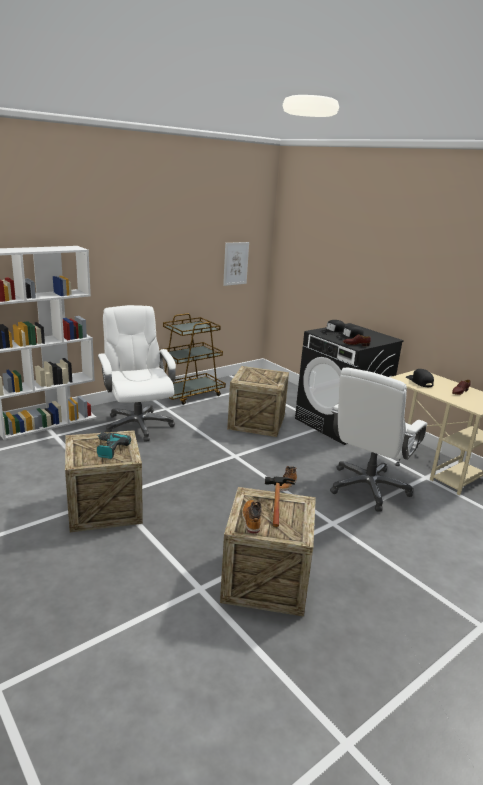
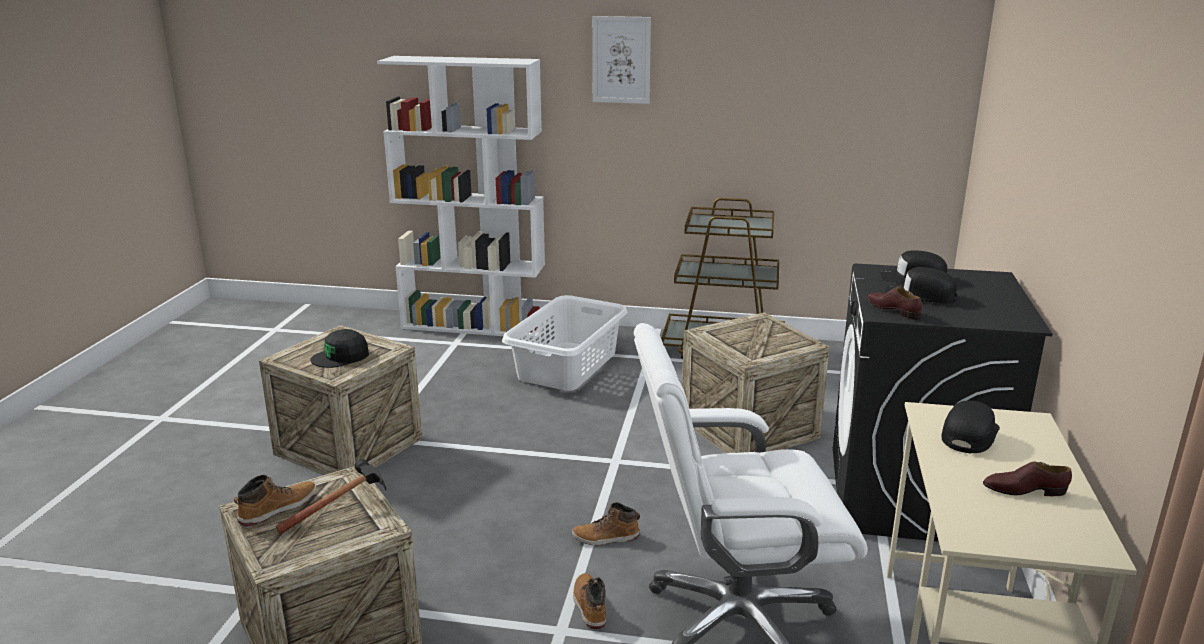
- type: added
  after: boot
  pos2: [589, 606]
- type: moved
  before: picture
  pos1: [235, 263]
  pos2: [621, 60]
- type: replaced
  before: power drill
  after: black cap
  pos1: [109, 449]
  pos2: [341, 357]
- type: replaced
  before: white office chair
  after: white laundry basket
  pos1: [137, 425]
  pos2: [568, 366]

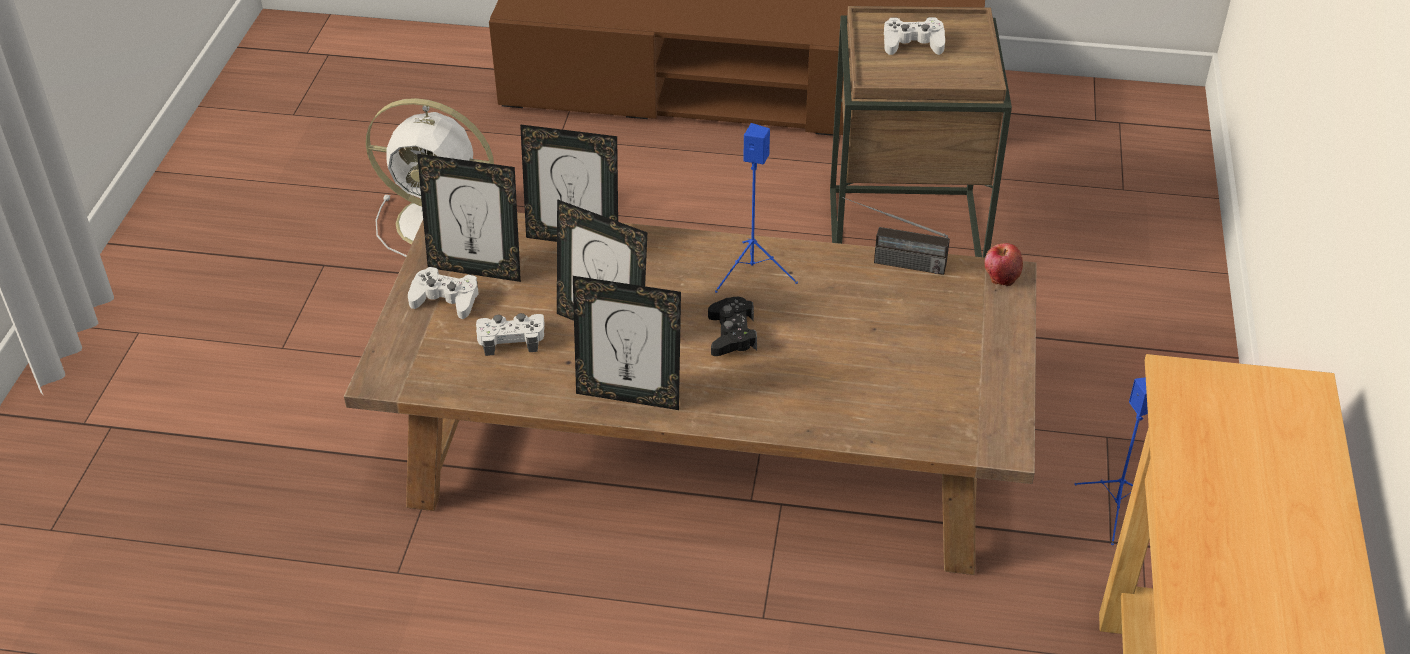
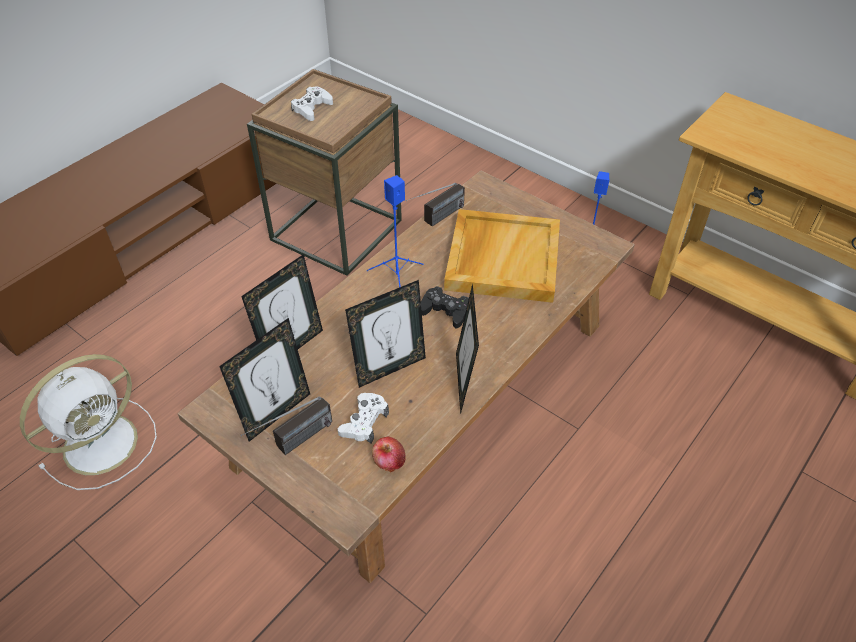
- type: added
  after: beige tray
  pos2: [502, 258]
- type: moved
  before: apple
  pos1: [1001, 276]
  pos2: [389, 462]
- type: replaced
  before: white game controller
  after: radio
  pos1: [445, 299]
  pos2: [293, 444]
- type: turned
  before: picture frame
  pos1: [629, 395]
  pos2: [464, 382]
  turn: 135

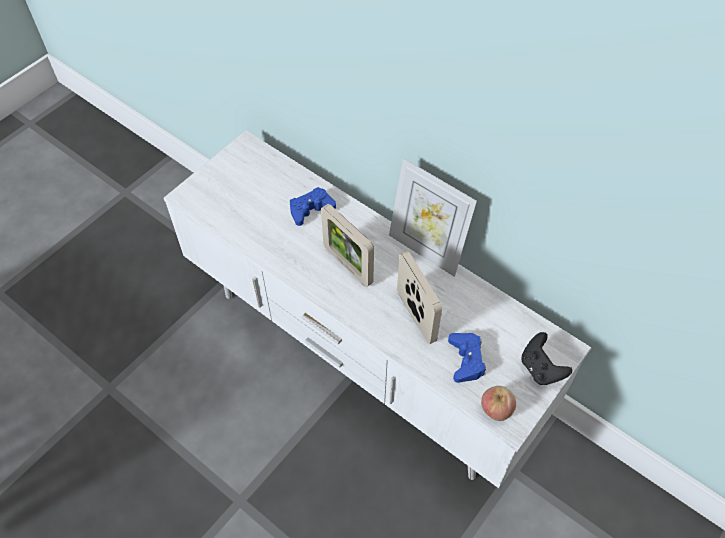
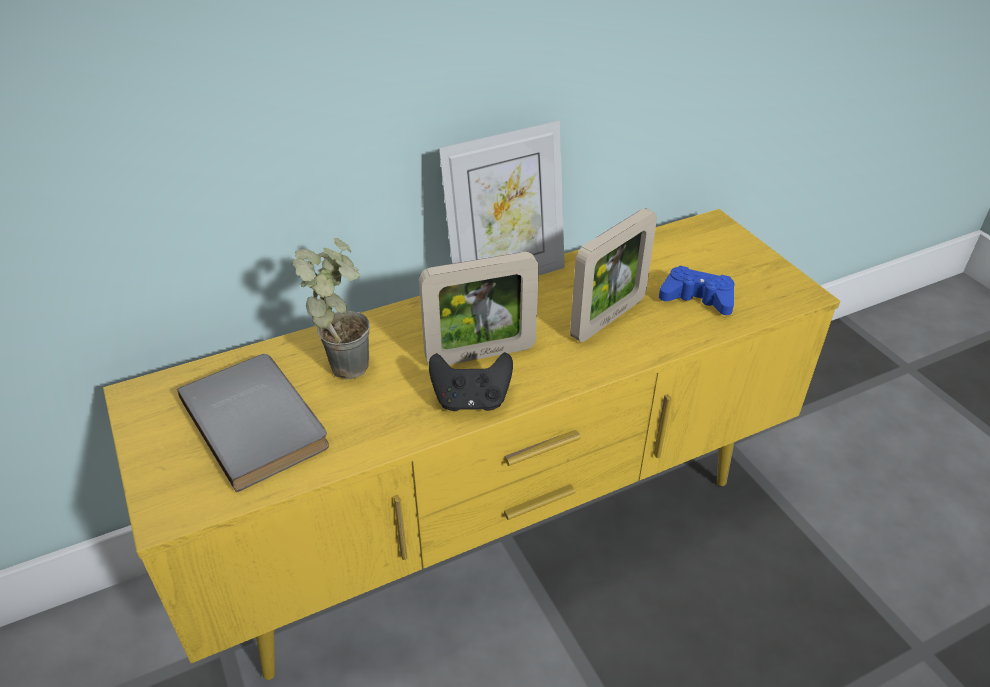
- type: removed
  before: apple
  pos1: [496, 409]
- type: added
  after: grey book
  pos2: [259, 421]
- type: moved
  before: black game controller
  pos1: [540, 368]
  pos2: [471, 400]
- type: replaced
  before: blue game controller
  after: potted plant
  pos1: [311, 209]
  pos2: [345, 361]
- type: recoloured
  before: white tv stand
  after: yellow tv stand
  pos1: [362, 357]
  pos2: [494, 530]
- type: turned
  before: picture frame
  pos1: [416, 316]
  pos2: [608, 318]
  turn: 135

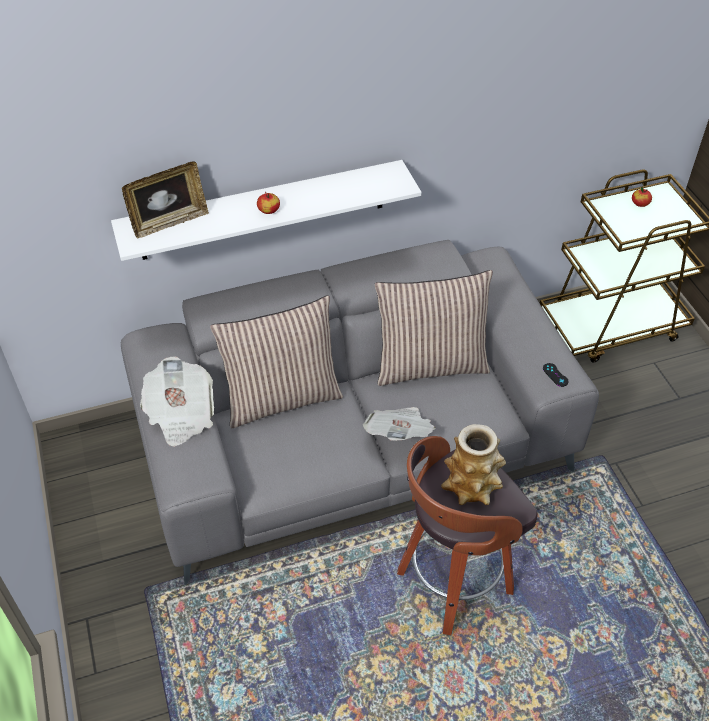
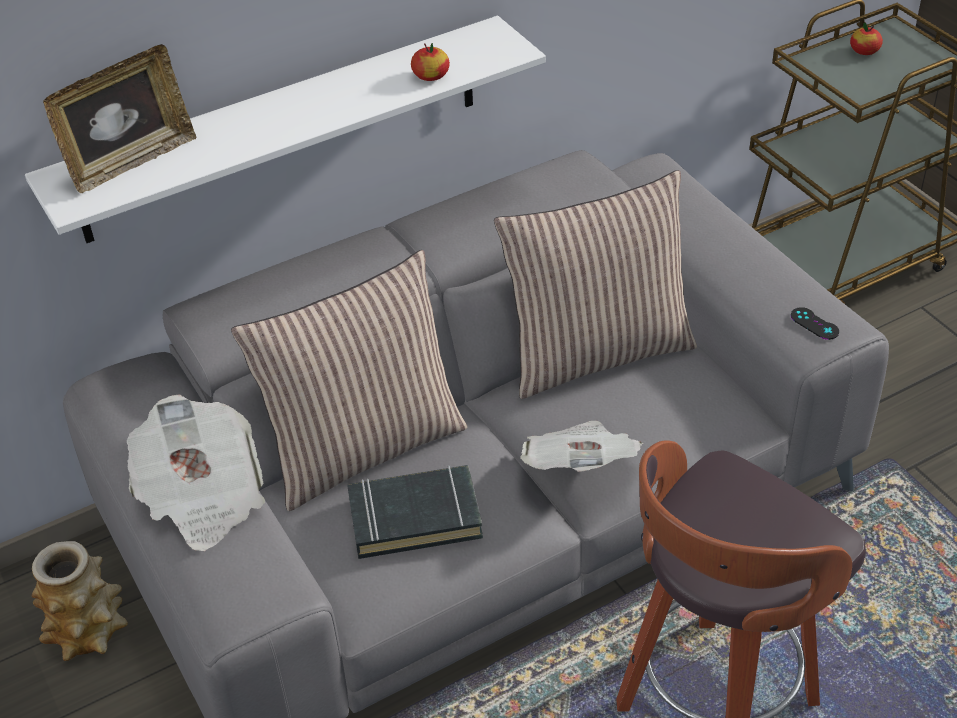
- type: added
  after: black book
  pos2: [414, 517]
- type: moved
  before: apple
  pos1: [269, 210]
  pos2: [431, 76]
- type: moved
  before: vase
  pos1: [472, 486]
  pos2: [88, 631]

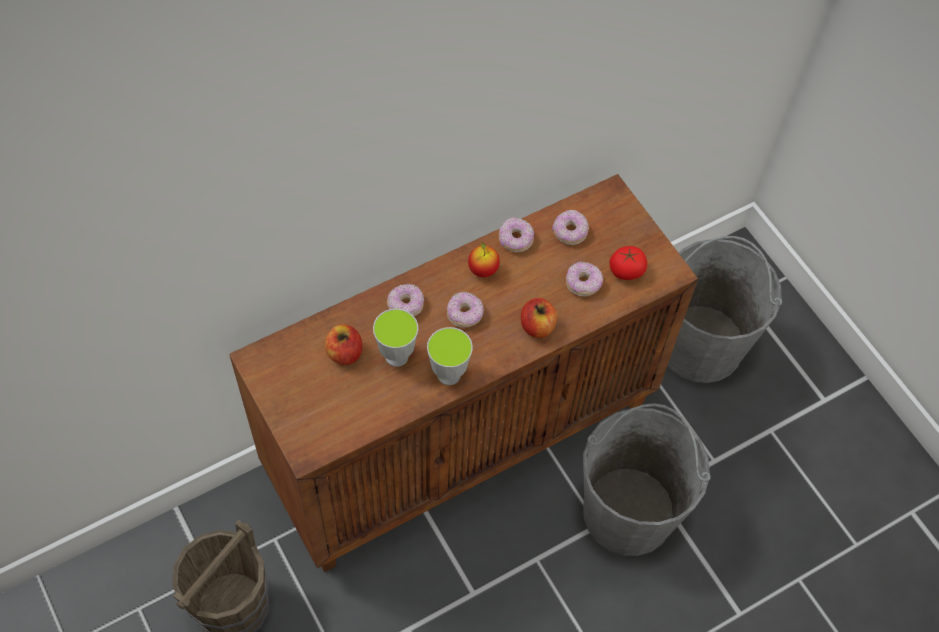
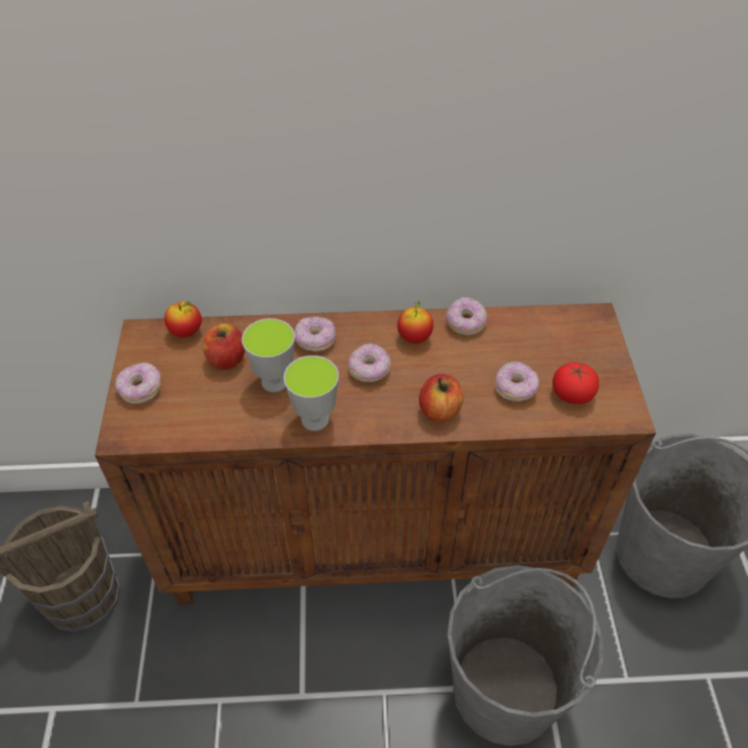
- type: added
  after: apple
  pos2: [186, 332]
- type: moved
  before: donut
  pos1: [569, 232]
  pos2: [140, 389]

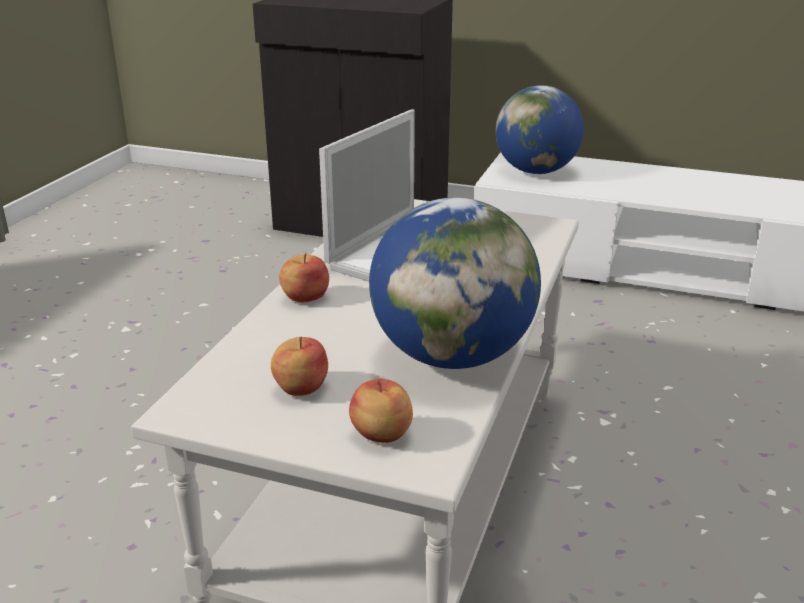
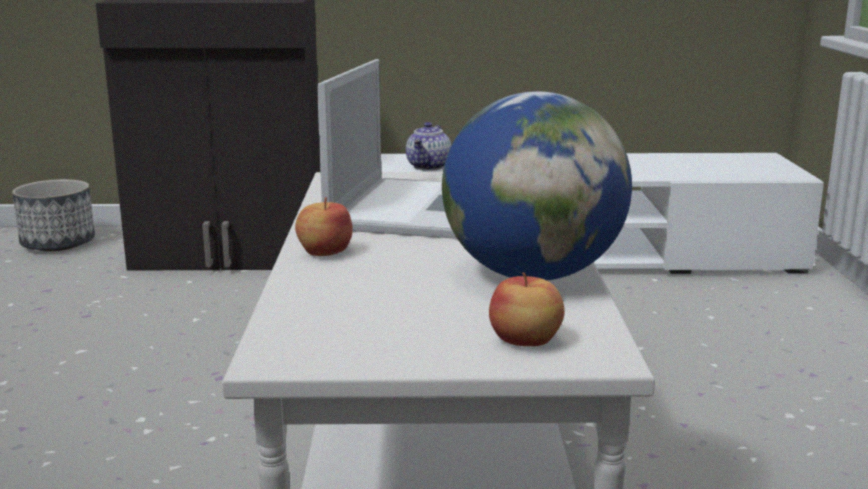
- type: removed
  before: apple
  pos1: [301, 387]
- type: added
  after: planter
  pos2: [58, 244]
- type: replaced
  before: globe
  after: teapot
  pos1: [536, 171]
  pos2: [429, 167]

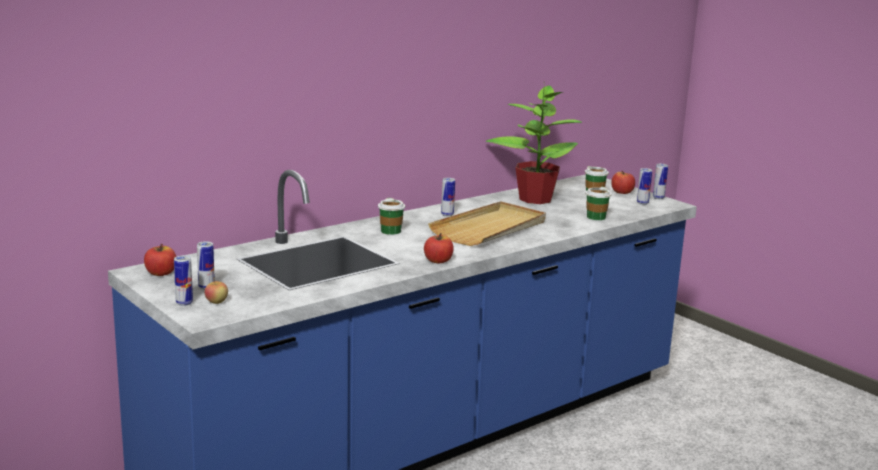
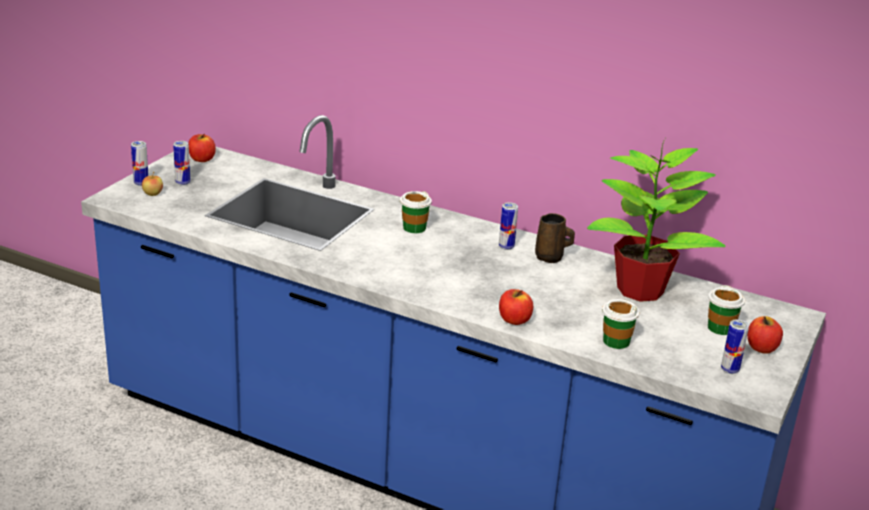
- type: removed
  before: beige tray
  pos1: [490, 228]
- type: removed
  before: can
  pos1: [658, 198]
- type: added
  after: brown mug
  pos2: [550, 258]
- type: moved
  before: apple
  pos1: [438, 261]
  pos2: [514, 320]

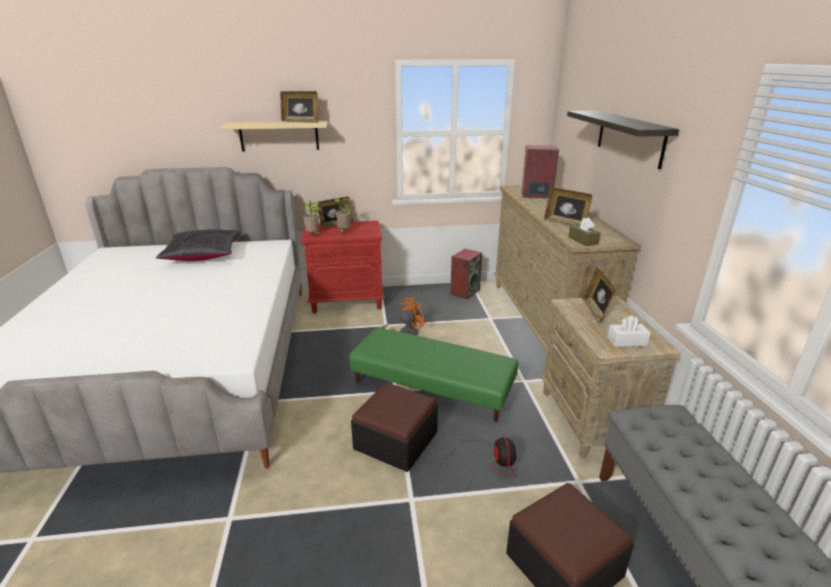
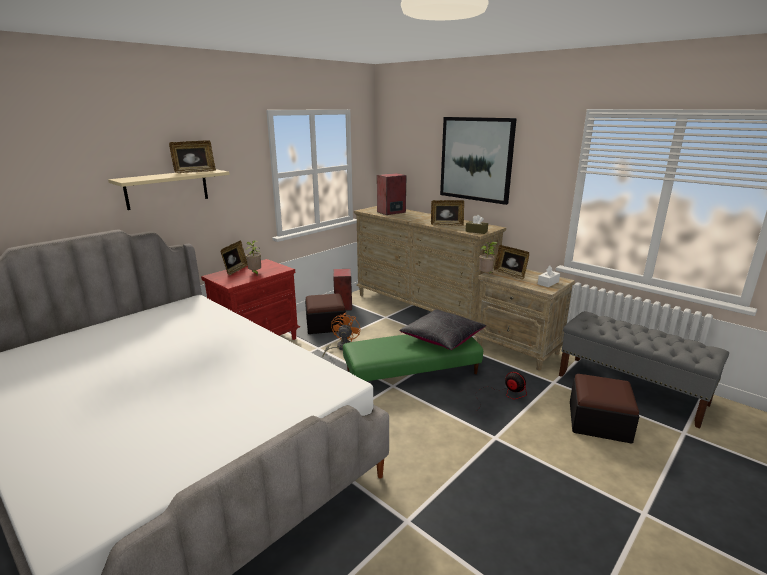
- type: moved
  before: black pillow
  pos1: [203, 255]
  pos2: [442, 338]
- type: moved
  before: potted plant
  pos1: [313, 235]
  pos2: [486, 275]
- type: moved
  before: ottoman
  pos1: [395, 440]
  pos2: [325, 324]
- type: replaced
  before: shelf
  after: picture
  pos1: [629, 137]
  pos2: [476, 159]

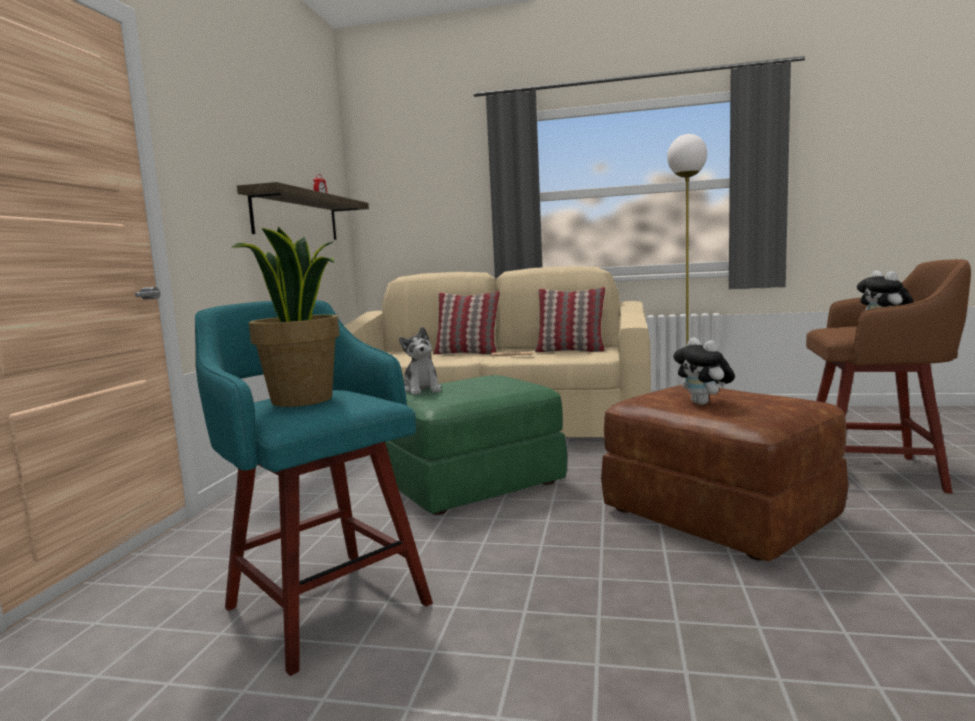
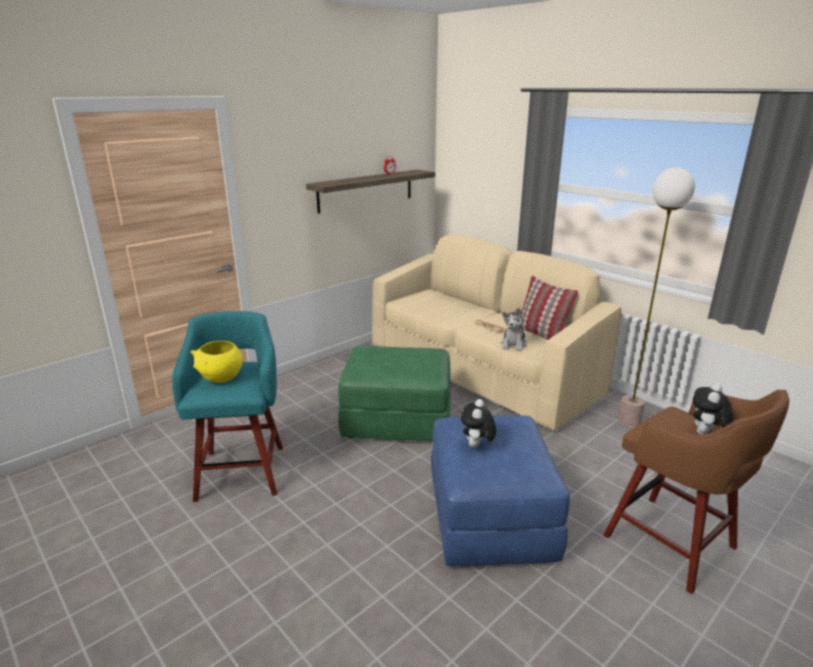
- type: removed
  before: pillow
  pos1: [467, 353]
- type: moved
  before: plush toy
  pos1: [422, 389]
  pos2: [513, 345]
- type: replaced
  before: potted plant
  after: yellow bowl
  pos1: [302, 400]
  pos2: [221, 378]
- type: recoloured
  before: brown ottoman
  after: blue ottoman
  pos1: [721, 514]
  pos2: [491, 519]

